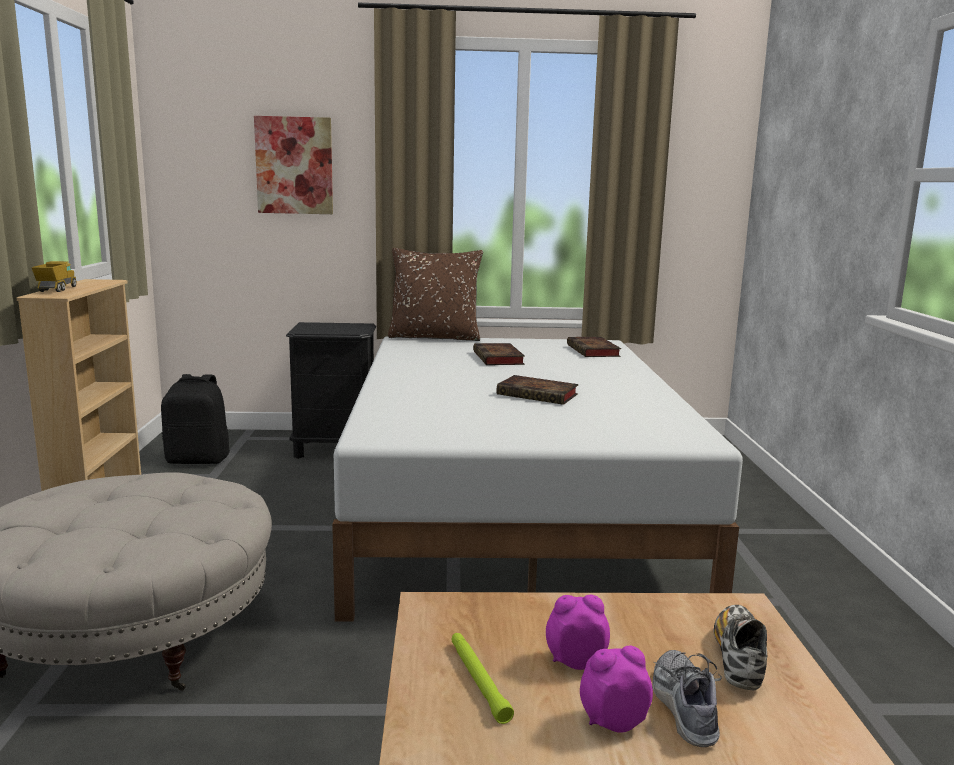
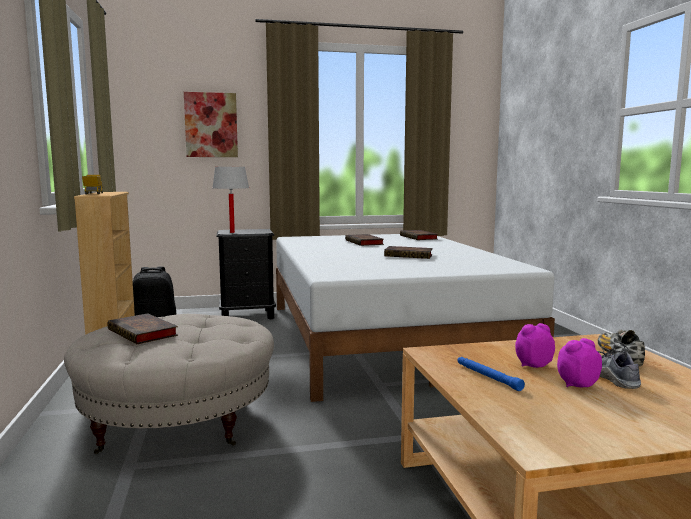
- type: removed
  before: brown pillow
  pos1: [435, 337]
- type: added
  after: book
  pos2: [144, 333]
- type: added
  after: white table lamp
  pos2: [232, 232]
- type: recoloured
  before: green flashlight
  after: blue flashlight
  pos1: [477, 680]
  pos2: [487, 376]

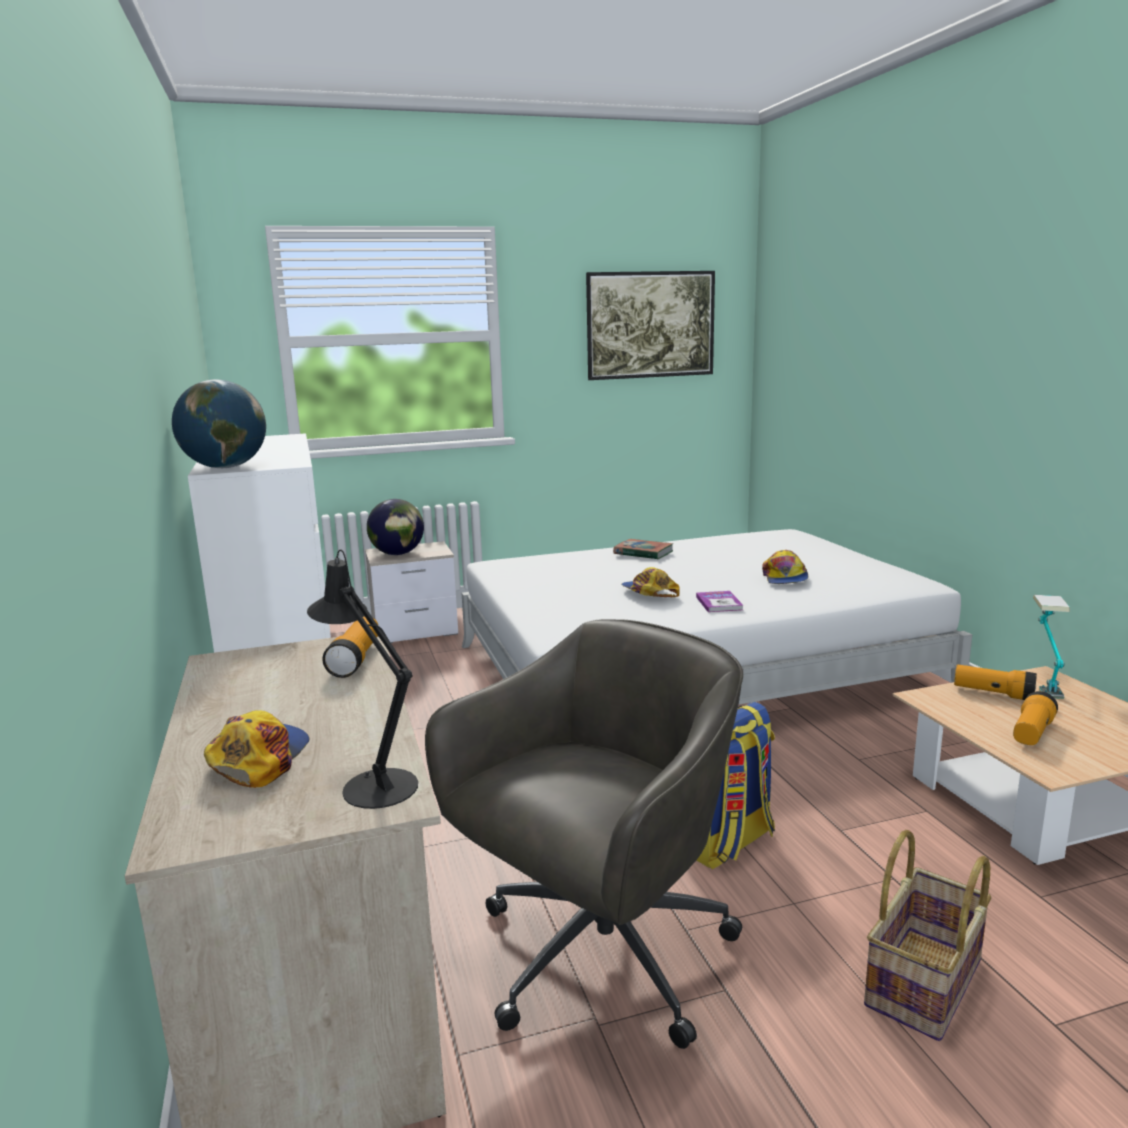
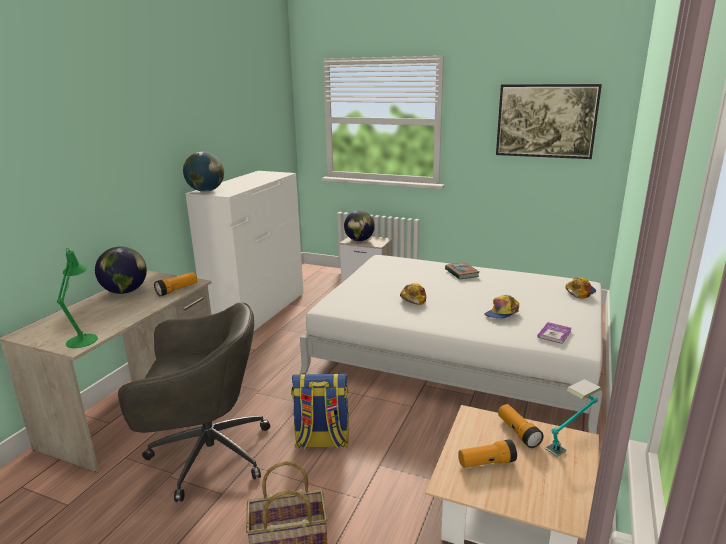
- type: added
  after: globe
  pos2: [125, 291]
- type: moved
  before: cap
  pos1: [258, 758]
  pos2: [579, 291]
- type: moved
  before: book
  pos1: [719, 603]
  pos2: [554, 334]
- type: recoloured
  before: black table lamp
  after: green table lamp
  pos1: [374, 784]
  pos2: [83, 338]

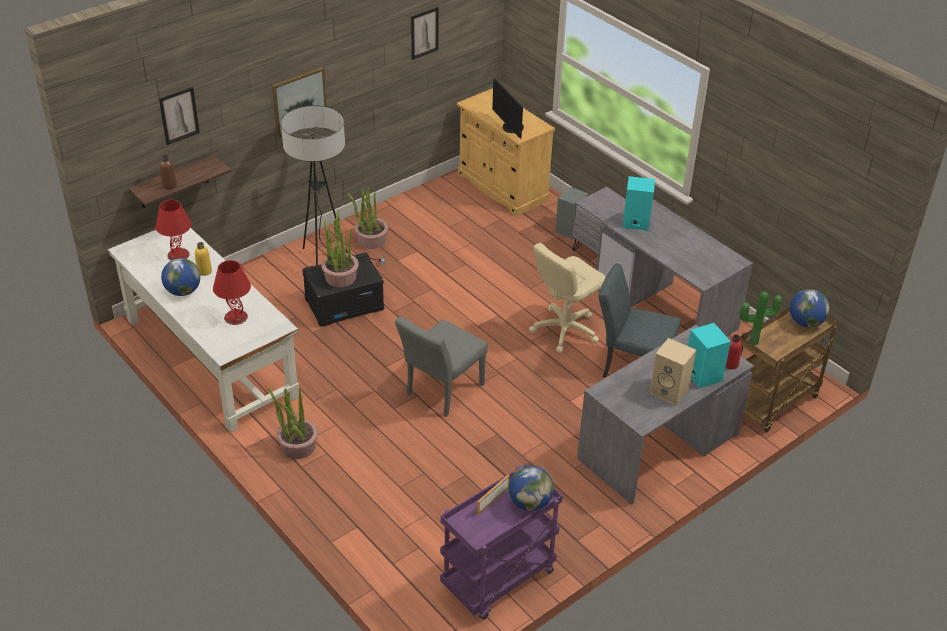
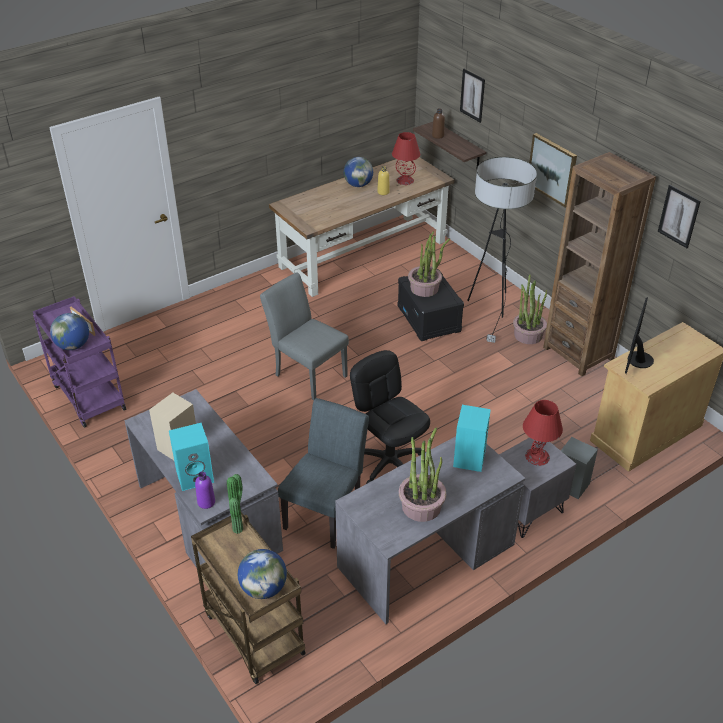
- type: added
  after: brown bookcase
  pos2: [578, 353]
- type: moved
  before: red table lamp
  pos1: [235, 317]
  pos2: [537, 456]
- type: moved
  before: potted plant
  pos1: [297, 446]
  pos2: [421, 506]
- type: recoloured
  before: white desk
  after: brown desk
  pos1: [209, 357]
  pos2: [363, 254]
- type: recoloured
  before: beige office chair
  after: black office chair
  pos1: [564, 330]
  pos2: [389, 463]
- type: recoloured
  before: red bottle
  after: purple bottle
  pos1: [730, 364]
  pos2: [206, 502]
- type: turned
  before: monitor
  pos1: [510, 128]
  pos2: [637, 359]
  turn: -45

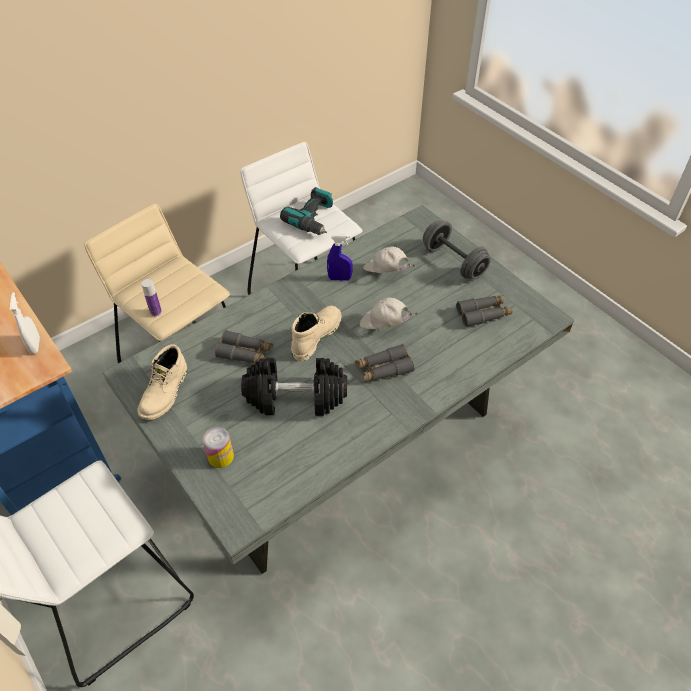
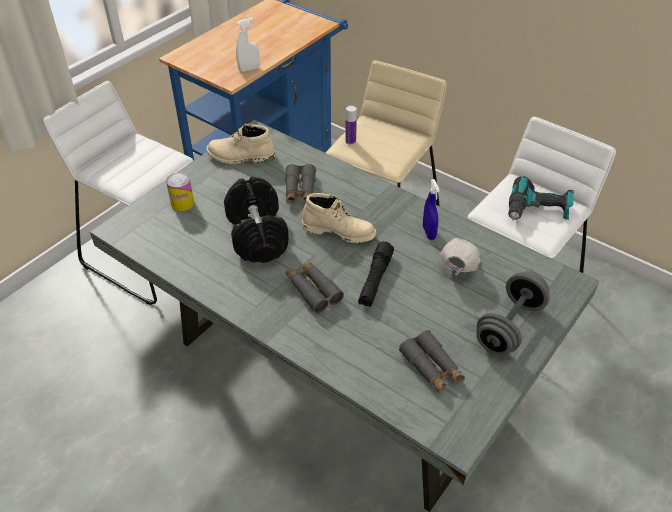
- type: replaced
  before: white cap
  after: black flashlight
  pos1: [384, 325]
  pos2: [375, 280]

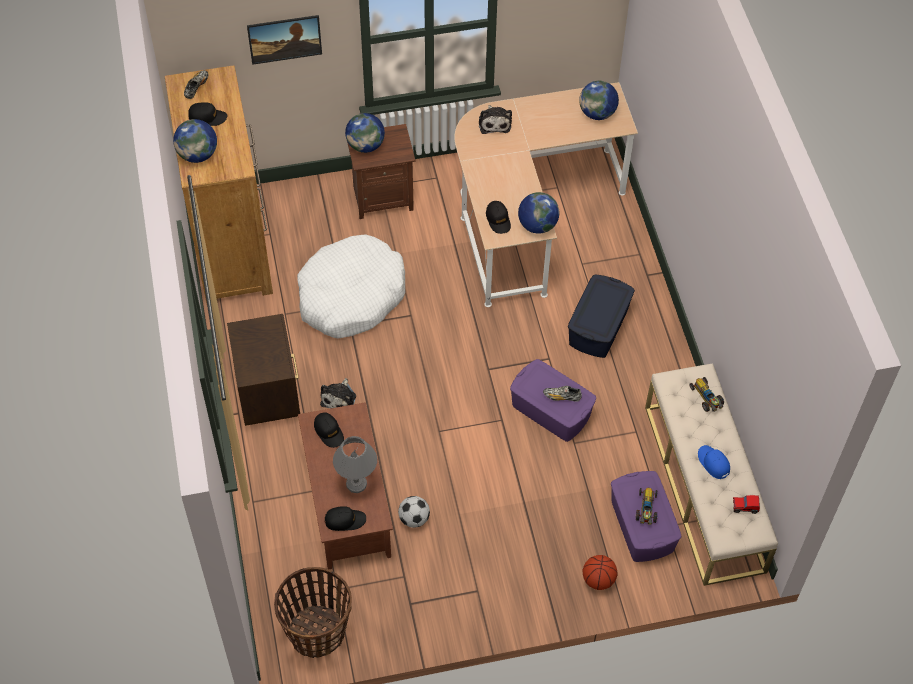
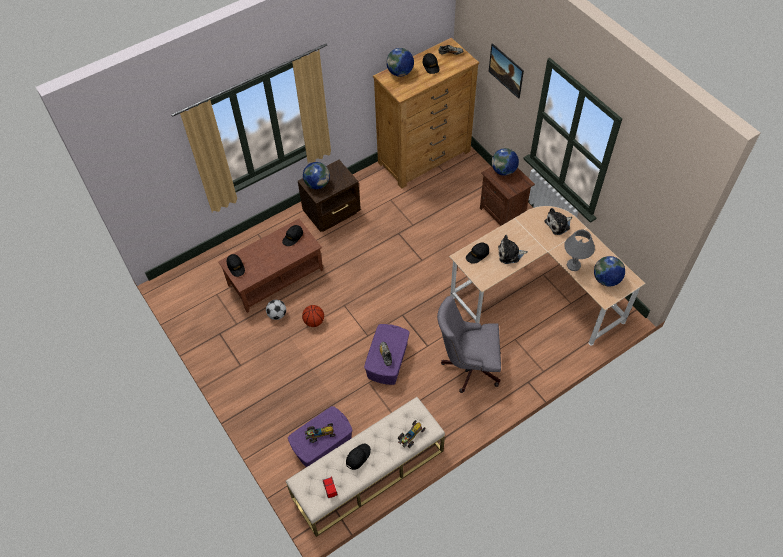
- type: removed
  before: basket
  pos1: [317, 632]
- type: removed
  before: white dog bed
  pos1: [351, 296]
- type: moved
  before: plush toy
  pos1: [339, 398]
  pos2: [510, 254]
- type: moved
  before: grey table lamp
  pos1: [357, 483]
  pos2: [574, 265]
- type: moved
  before: globe
  pos1: [537, 225]
  pos2: [317, 184]
- type: moved
  before: basketball
  pos1: [598, 579]
  pos2: [314, 321]
- type: replaced
  before: blue storage box
  after: grey office chair
  pos1: [598, 326]
  pos2: [468, 366]
- type: recoloured
  before: blue cap
  after: black cap
  pos1: [713, 463]
  pos2: [358, 457]

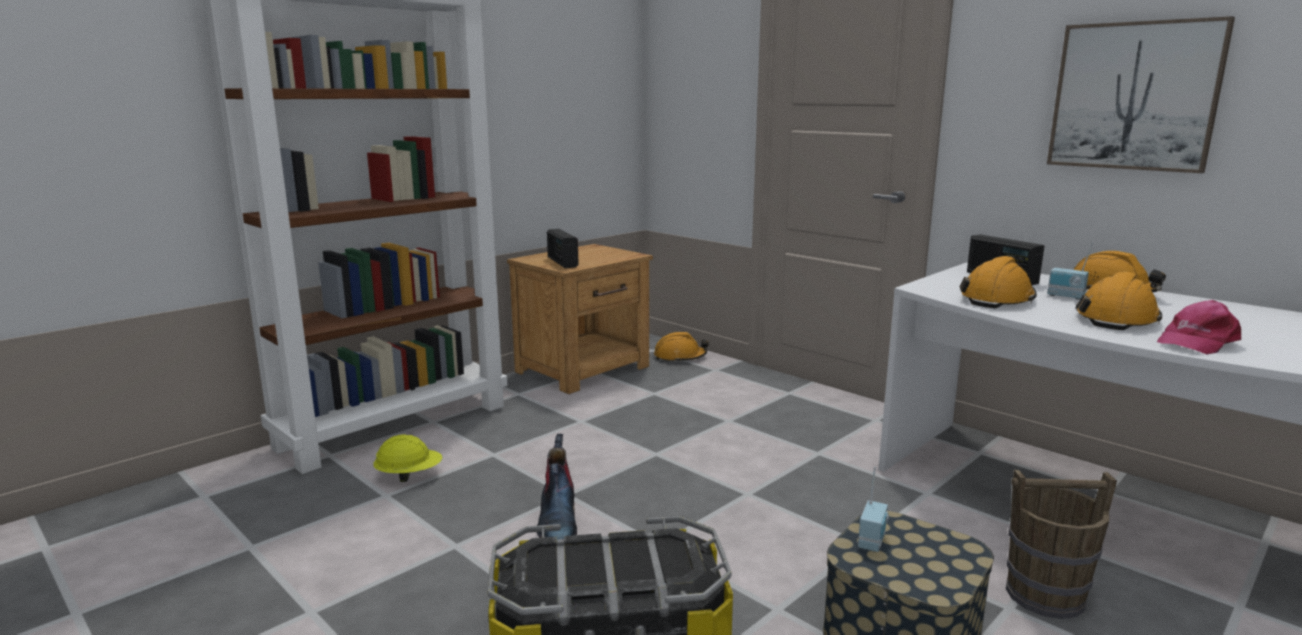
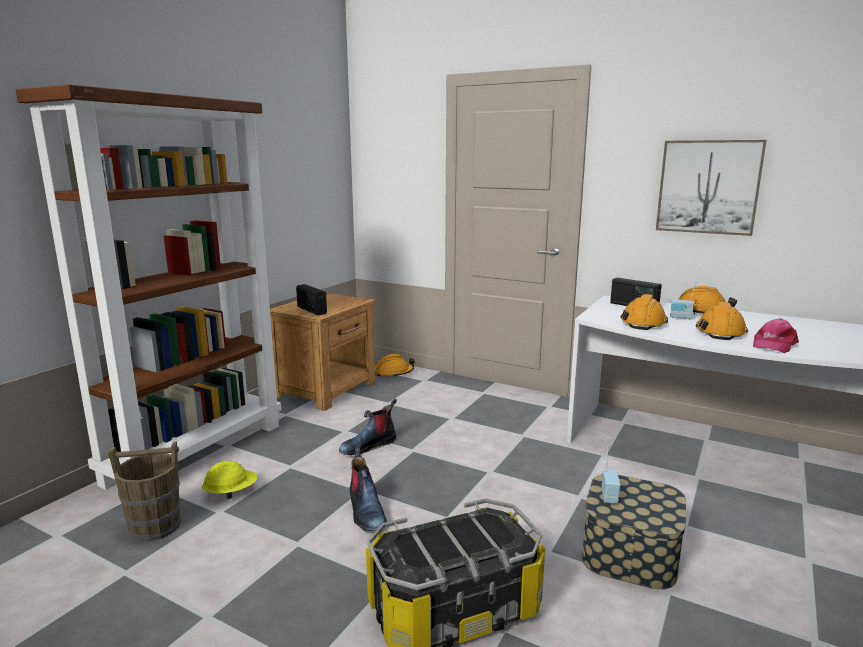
- type: added
  after: boot
  pos2: [368, 445]
- type: moved
  before: brown bucket
  pos1: [1045, 595]
  pos2: [155, 526]

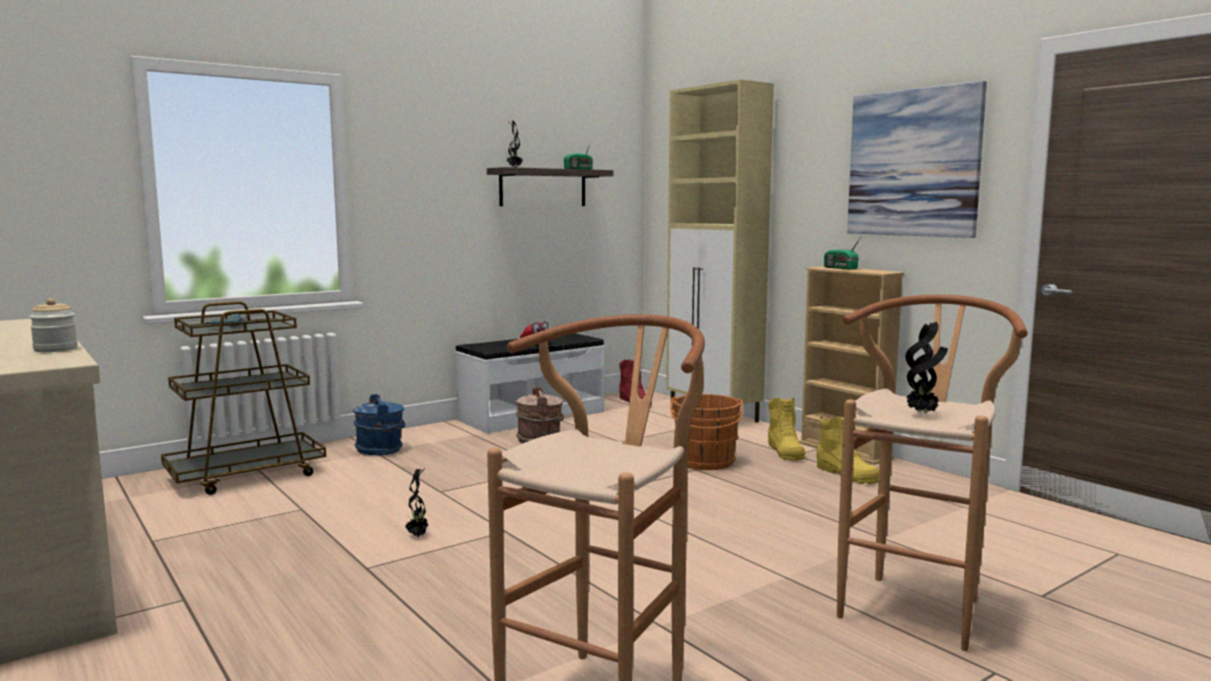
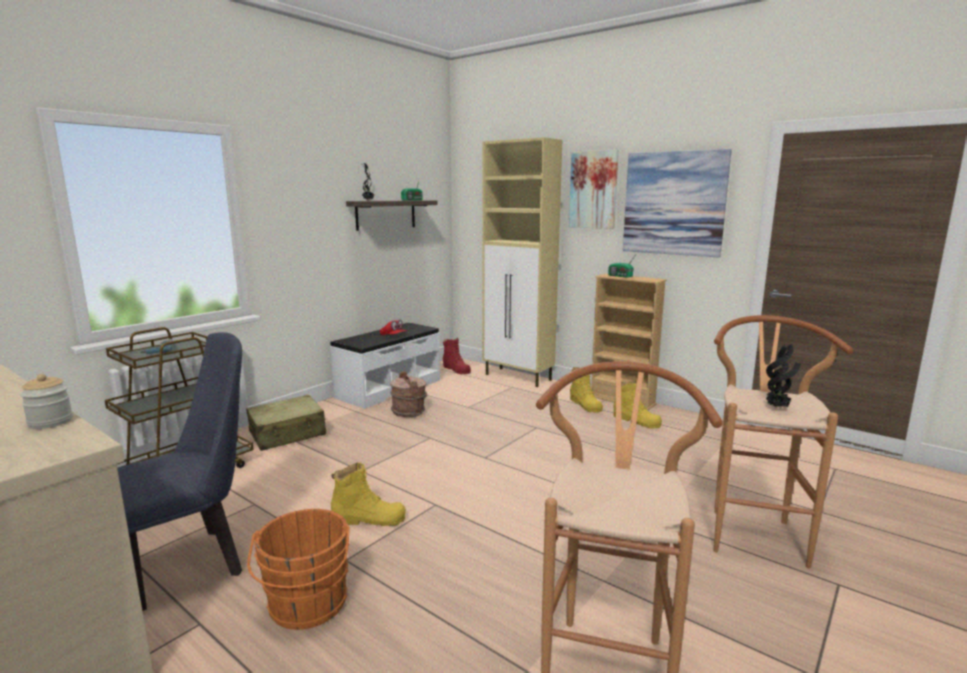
- type: added
  after: blue chair
  pos2: [194, 562]
- type: added
  after: picture
  pos2: [593, 189]
- type: moved
  before: orange bucket
  pos1: [705, 462]
  pos2: [307, 607]
- type: replaced
  before: blue bucket
  after: beige suitcase
  pos1: [380, 450]
  pos2: [288, 434]
- type: replaced
  before: potted plant
  after: yellow boot
  pos1: [418, 536]
  pos2: [369, 519]

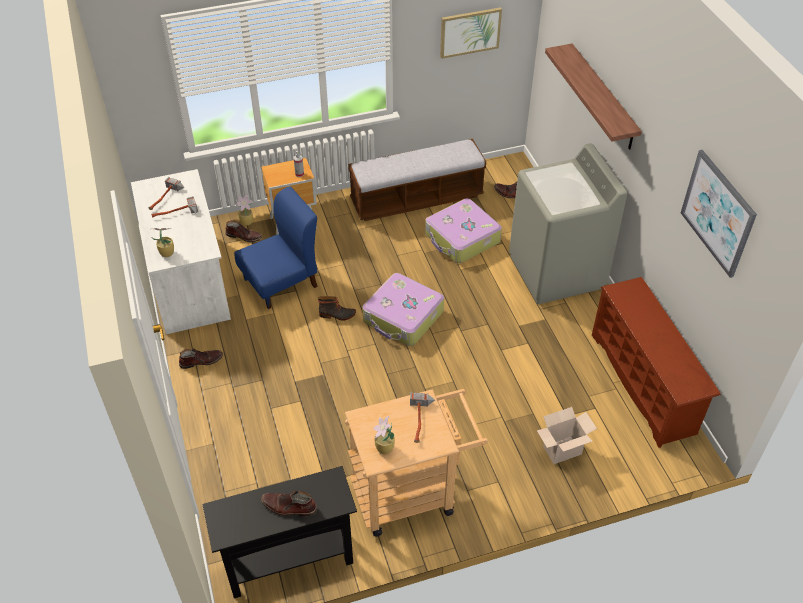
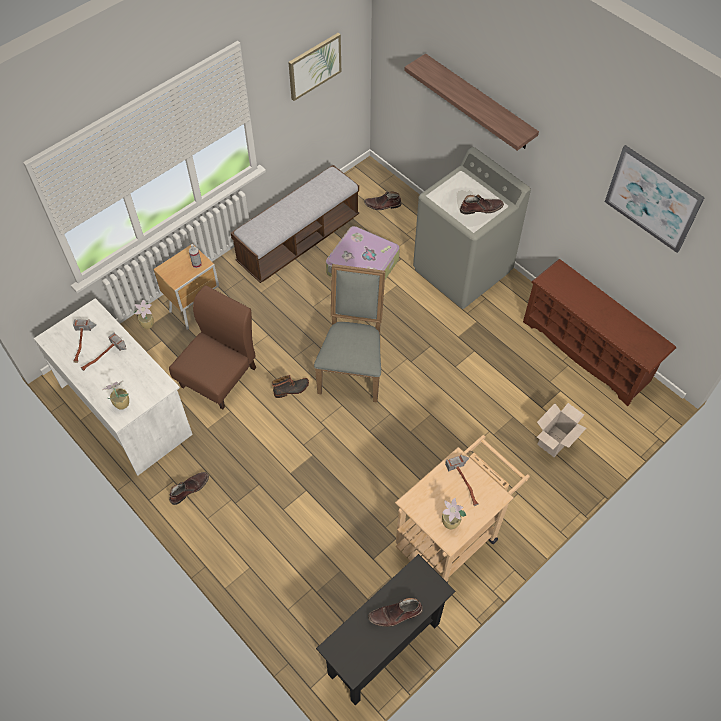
- type: moved
  before: brown boot
  pos1: [244, 236]
  pos2: [481, 208]
- type: replaced
  before: suitcase
  after: grey chair
  pos1: [403, 317]
  pos2: [353, 368]
- type: recoloured
  before: blue chair
  after: brown chair
  pos1: [281, 282]
  pos2: [219, 377]

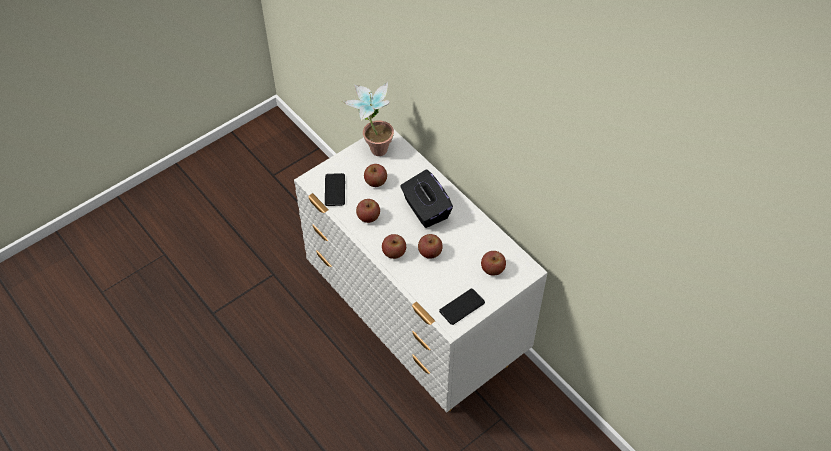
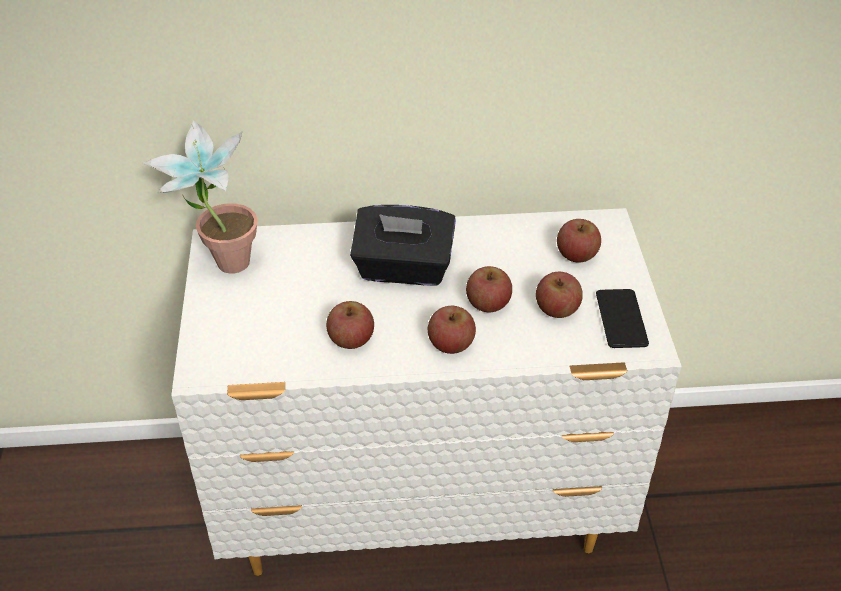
- type: removed
  before: phone
  pos1: [335, 190]
- type: moved
  before: apple
  pos1: [375, 181]
  pos2: [557, 309]

